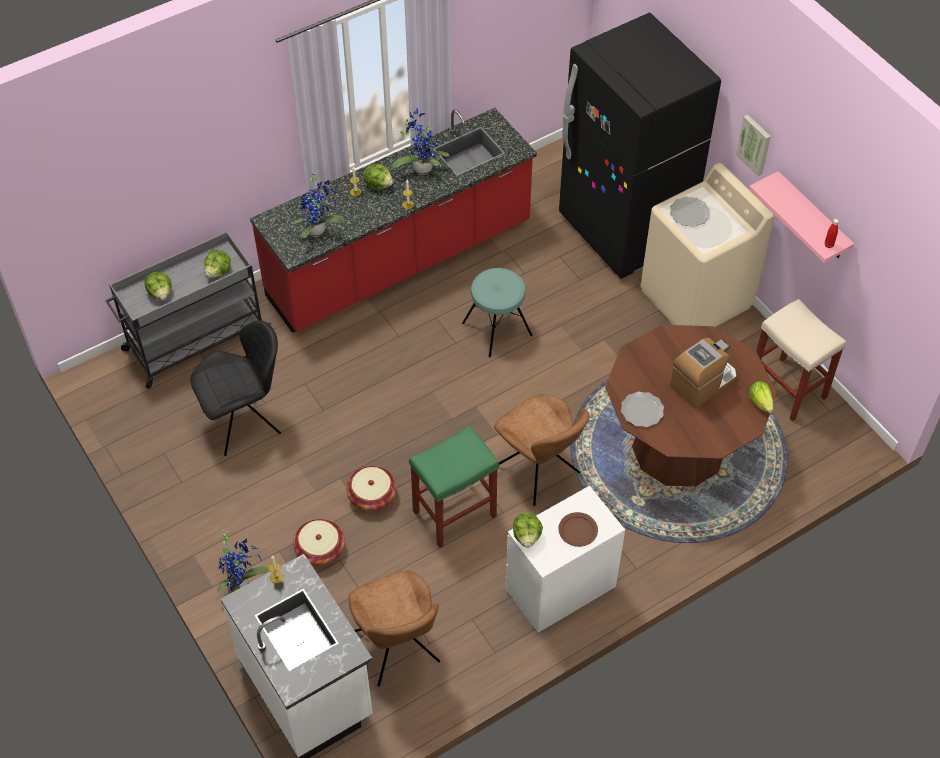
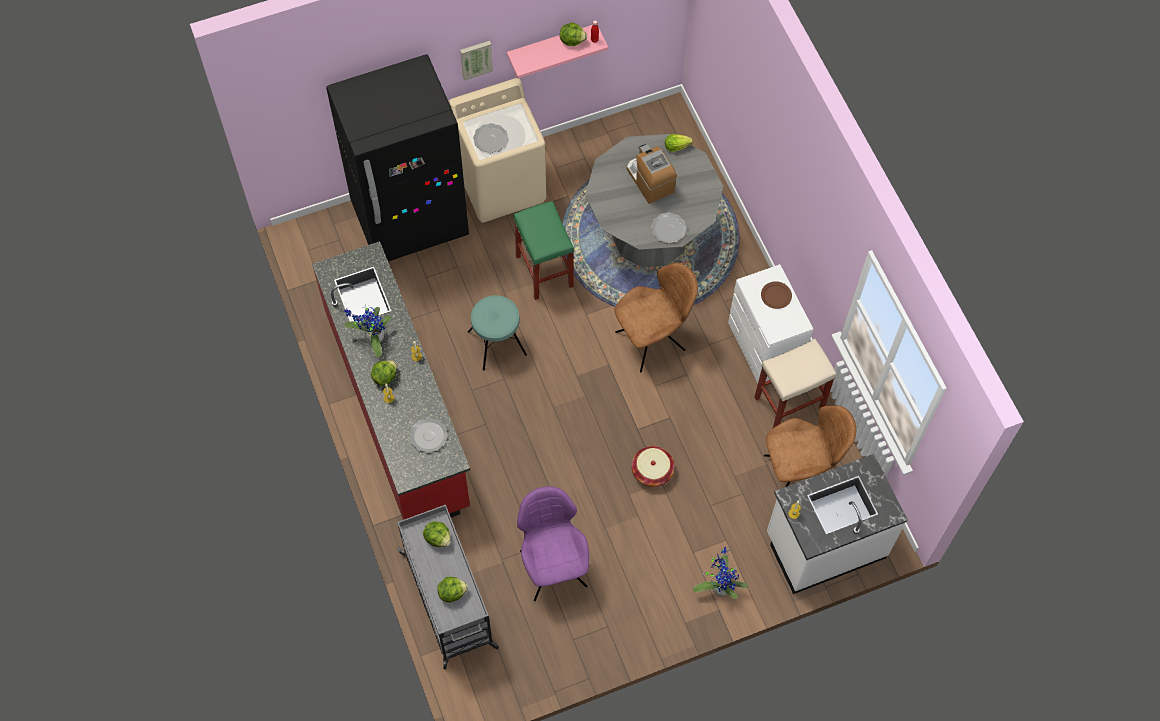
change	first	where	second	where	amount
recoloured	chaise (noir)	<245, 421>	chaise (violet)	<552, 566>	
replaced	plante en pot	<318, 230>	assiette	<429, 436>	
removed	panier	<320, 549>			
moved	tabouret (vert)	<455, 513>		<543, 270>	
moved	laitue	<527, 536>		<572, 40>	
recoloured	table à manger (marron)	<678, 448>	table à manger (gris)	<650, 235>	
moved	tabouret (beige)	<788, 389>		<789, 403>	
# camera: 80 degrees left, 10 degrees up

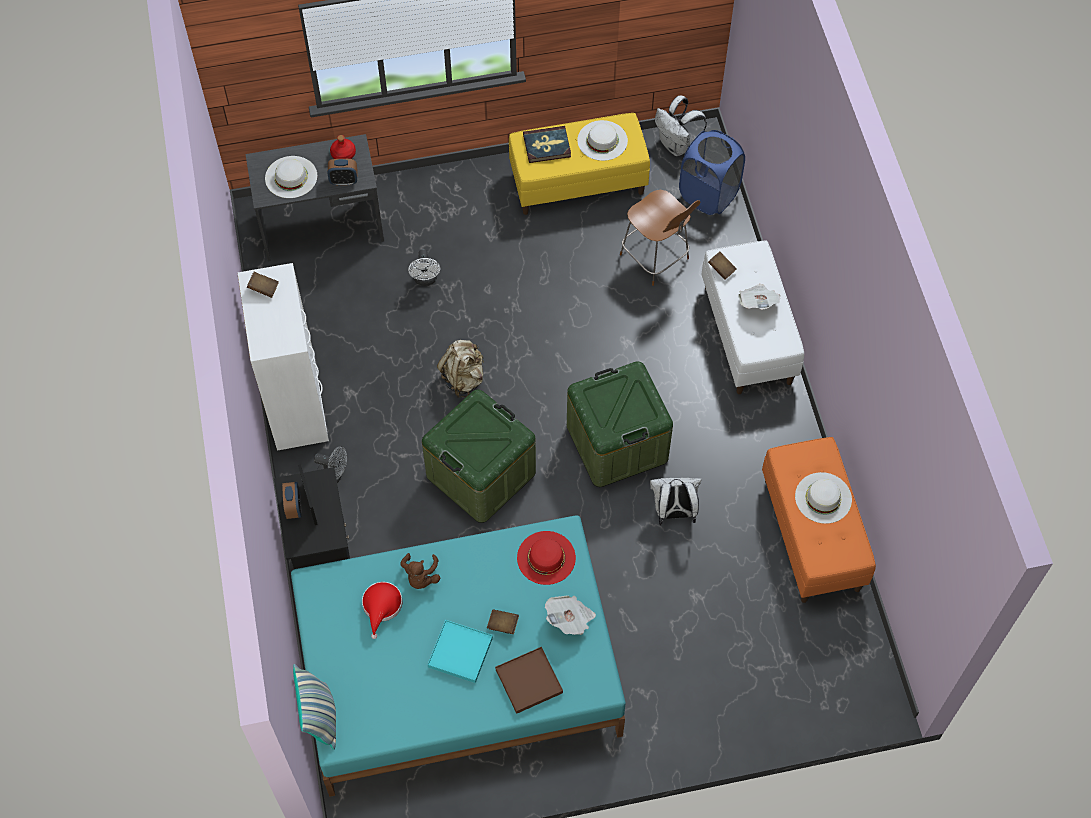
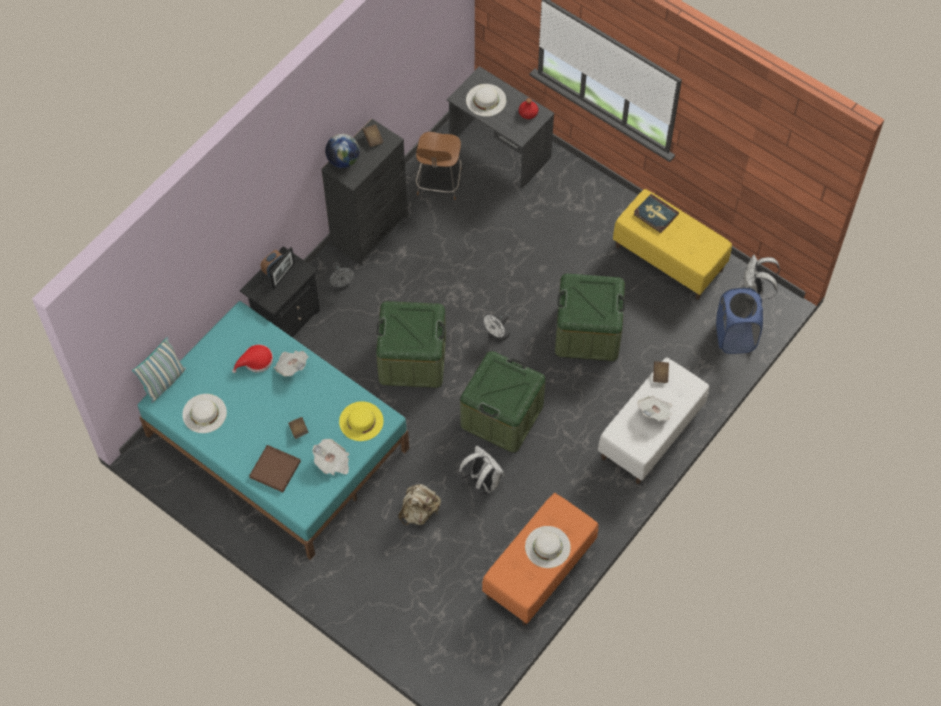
change	first	where	second	where	amount
recoloured	commode (blanc)	<296, 403>	commode (noir)	<370, 230>	
removed	réveil	<344, 181>			
replaced	peluche (marron)	<421, 577>	journal	<291, 366>	
moved	ventilateur (blanc)	<425, 280>		<498, 335>	
removed	plateau (turquoise)	<460, 652>			
moved	sac à dos (beige)	<463, 378>		<419, 512>	
recoloured	chapeau (rouge)	<546, 557>	chapeau (jaune)	<361, 421>	
moved	chapeau (blanc)	<602, 140>		<204, 413>	
moved	chaise (marron)	<656, 258>		<438, 183>	
added			globe	<343, 160>	
added			boîte de rangement (vert)	<587, 332>	
# camera: 50 degrees right, 0 degrees up

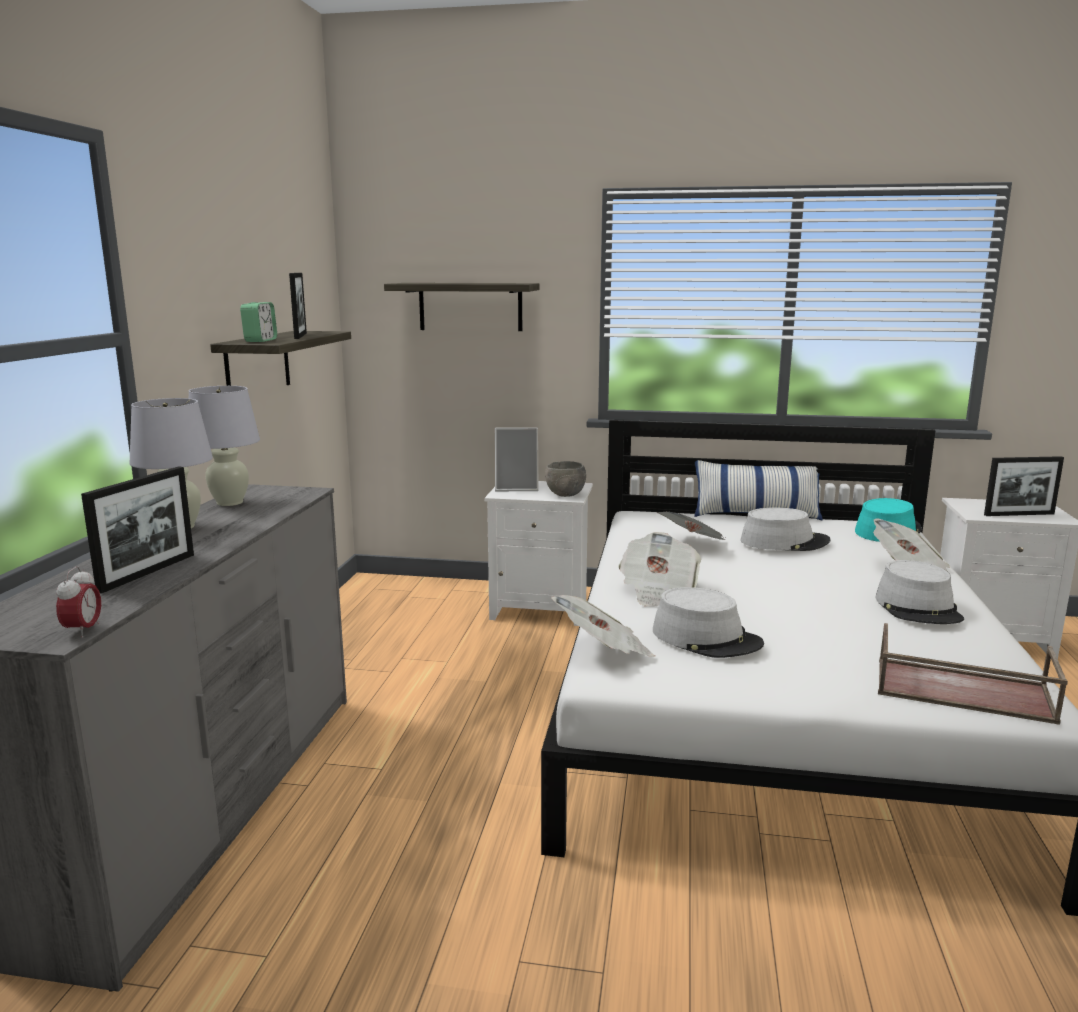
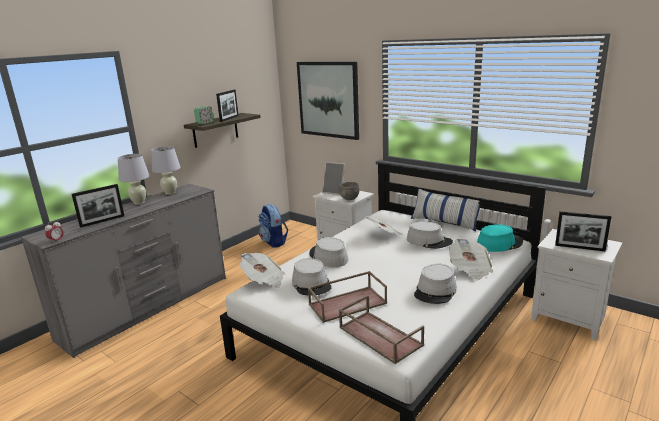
change	first	where	second	where	amount
replaced	étagère	<470, 306>	tableau	<328, 99>	
replaced	journal	<658, 591>	chapeau (gris)	<328, 257>	
added			sac à dos	<274, 242>	
added			plateau (marron)	<348, 303>	
# camera: 30 degrees right, 5 degrees up

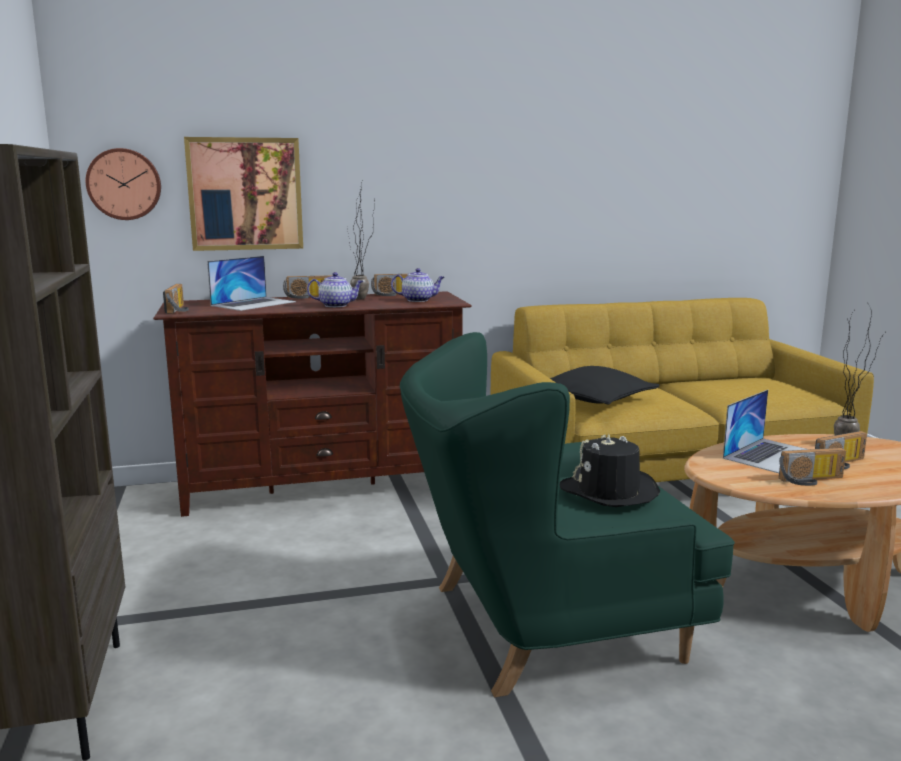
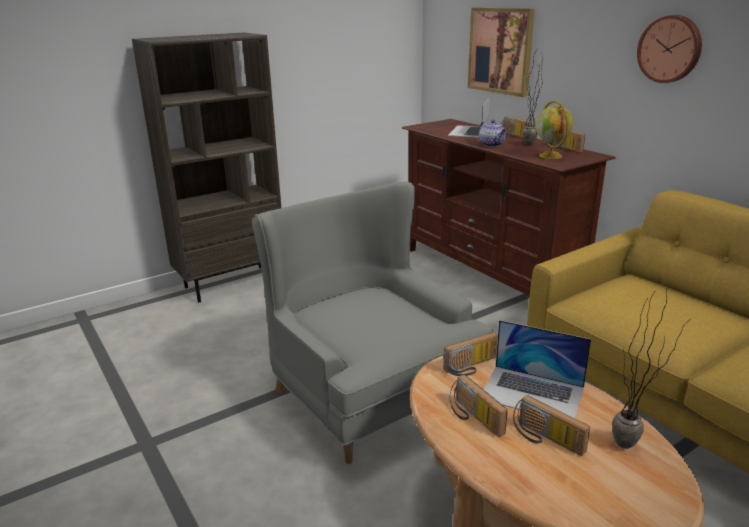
change	first	where	second	where	amount
moved	horloge murale	<124, 184>		<670, 49>	
moved	radio	<179, 310>		<471, 367>	
turned	ordinateur portable	<254, 303>		<468, 131>	90 degrees clockwise
replaced	théière	<418, 300>	globe	<551, 156>	
recoloured	fauteuil (vert)	<546, 623>	fauteuil (gris)	<366, 394>	
removed	coussin (noir)	<594, 399>			
removed	chapeau (noir)	<609, 491>			
# camera: 70 degrees right, 10 degrees up

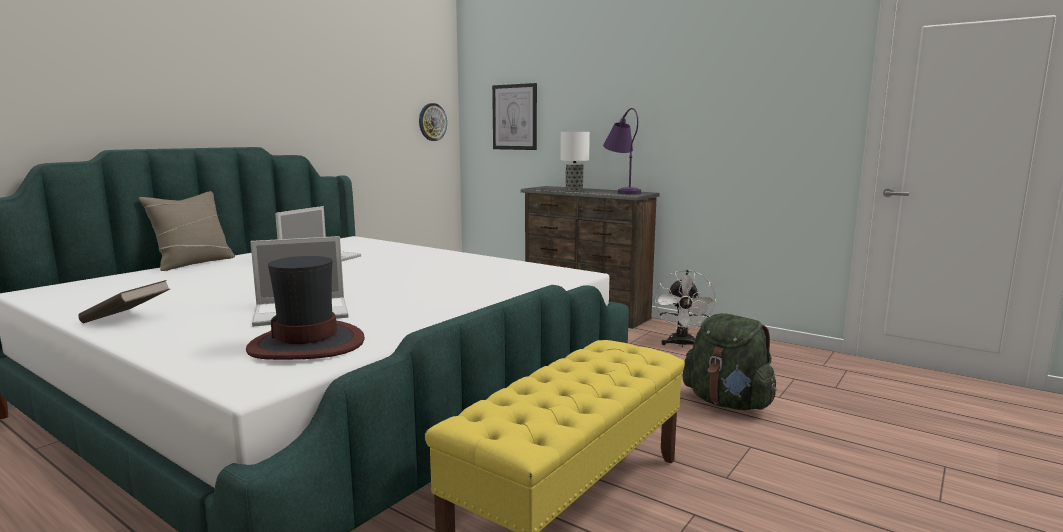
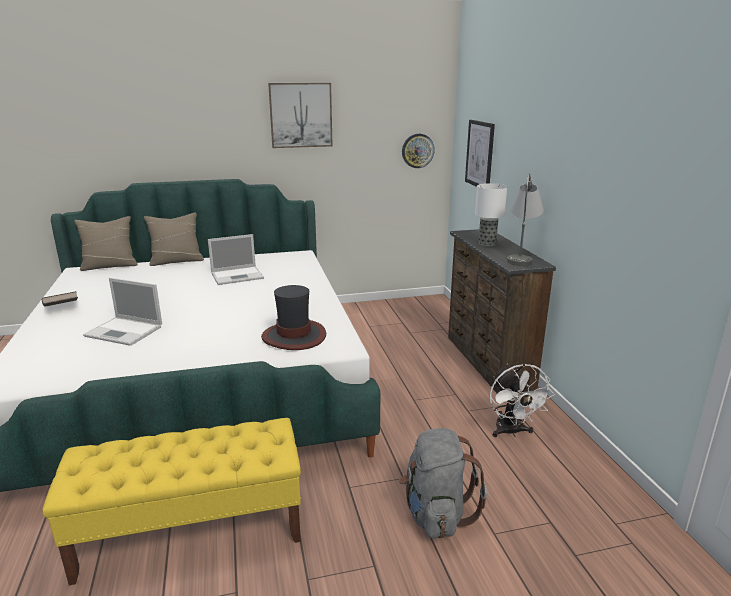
change	first	where	second	where	amount
moved	chapeau	<307, 344>		<294, 336>	
recoloured	lampe de table (violet)	<622, 191>	lampe de table (gris)	<521, 257>	
turned	ventilateur (blanc)	<681, 344>		<511, 432>	60 degrees counterclockwise
recoloured	sac à dos (vert)	<728, 403>	sac à dos (gris)	<436, 514>	
added			coussin (beige)	<110, 266>	
added			tableau	<301, 115>	
# camera: 40 degrees right, 10 degrees up

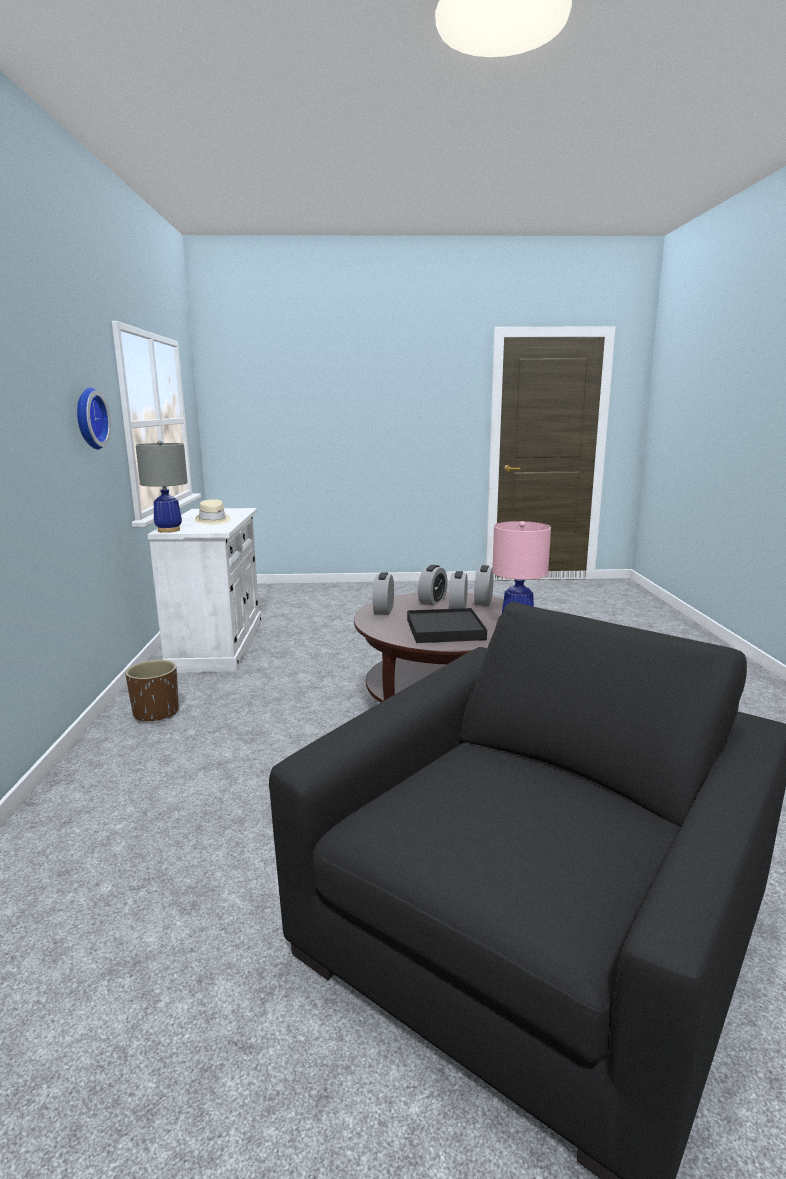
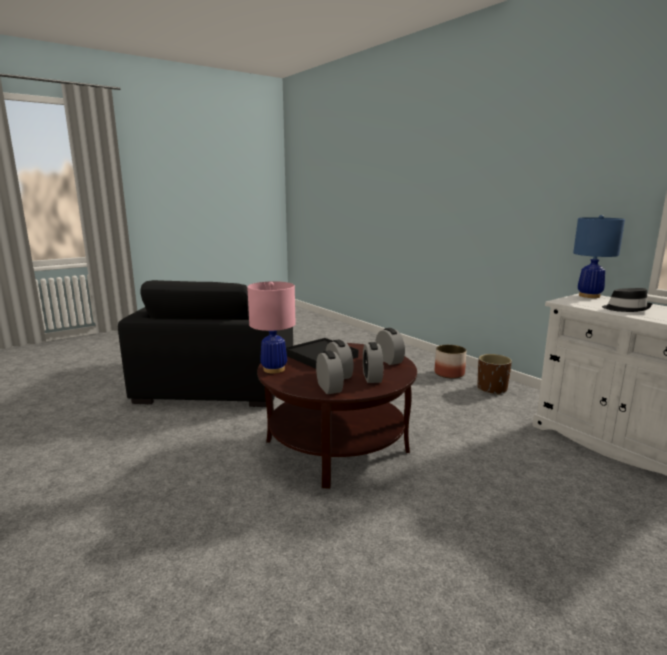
change	first	where	second	where	amount
removed	horloge murale	<88, 418>			
recoloured	lampe de table (gris)	<168, 530>	lampe de table (bleu)	<589, 296>	
recoloured	chapeau (beige)	<212, 521>	chapeau (noir)	<626, 309>	
added			cache-pot	<449, 374>	
# camera: 145 degrees right, 0 degrees up

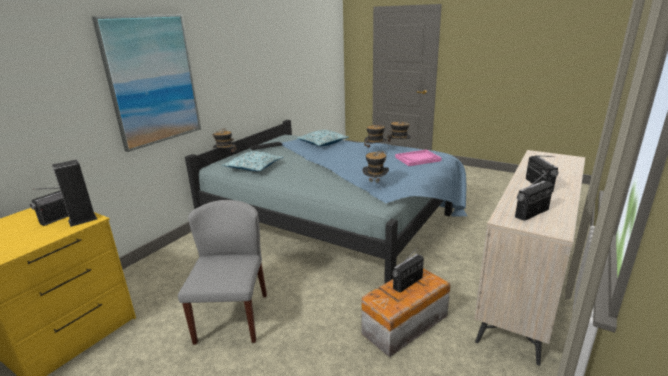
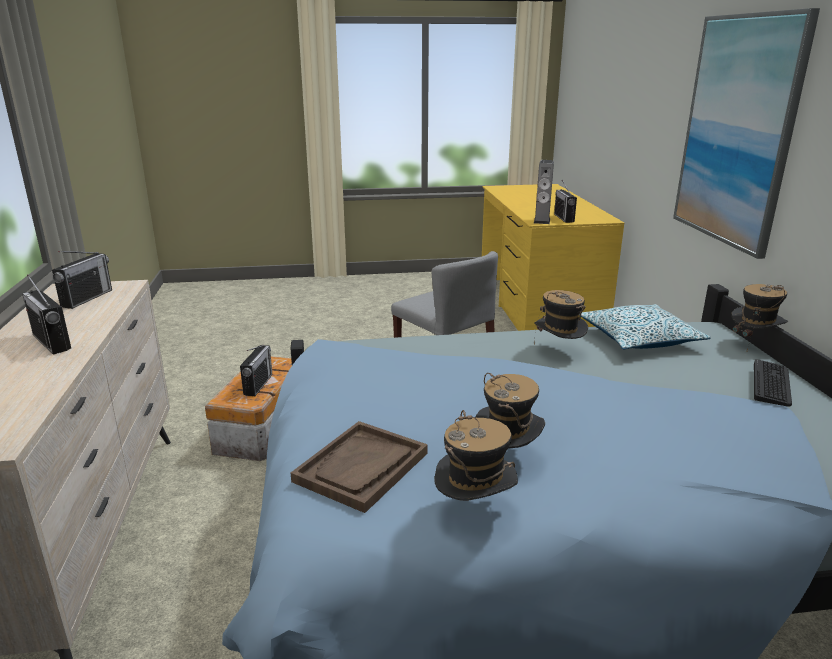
change	first	where	second	where	amount
removed	coussin	<322, 143>			
moved	chapeau	<375, 185>		<558, 352>	
recoloured	plateau (rose)	<417, 159>	plateau (marron)	<361, 467>	
# camera: 140 degrees right, 0 degrees up

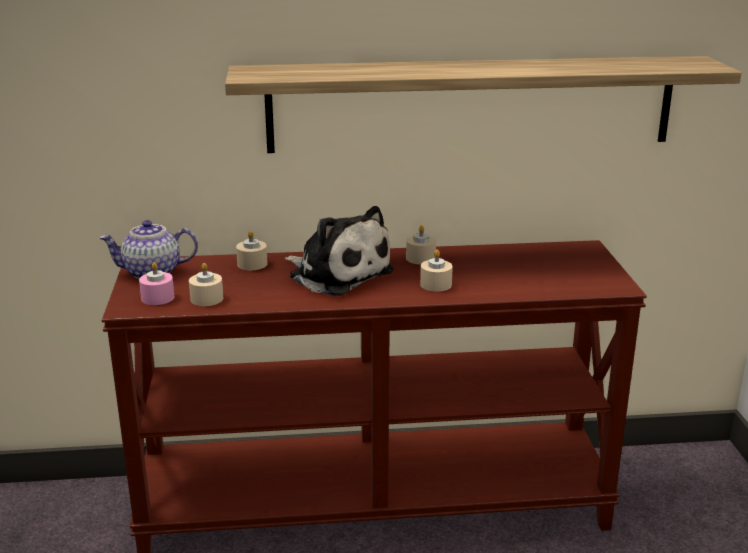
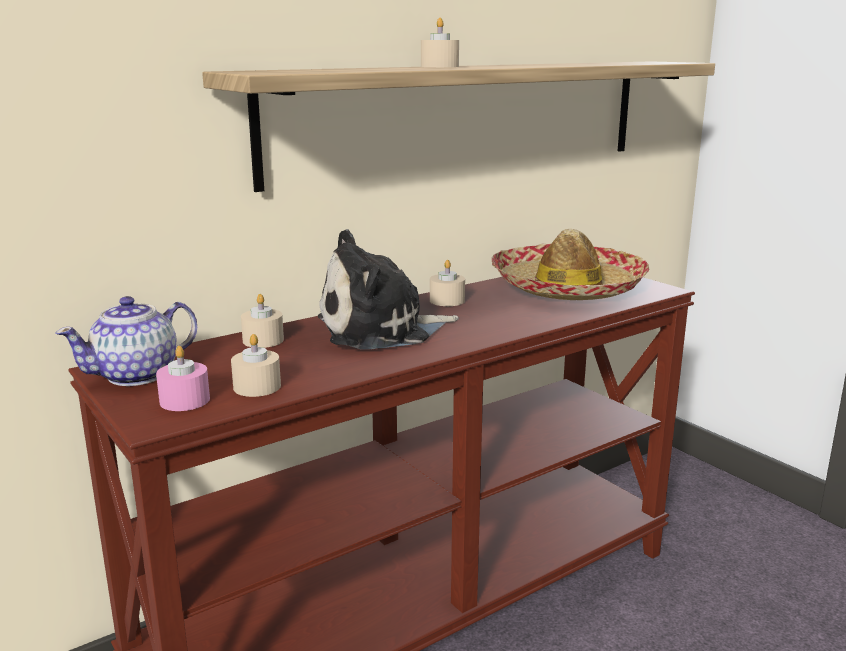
change	first	where	second	where	amount
turned	peluche	<337, 274>		<381, 330>	150 degrees clockwise
moved	bougie (beige)	<436, 284>		<439, 66>	
added			chapeau	<566, 288>	
# camera: 30 degrees left, 5 degrees down

